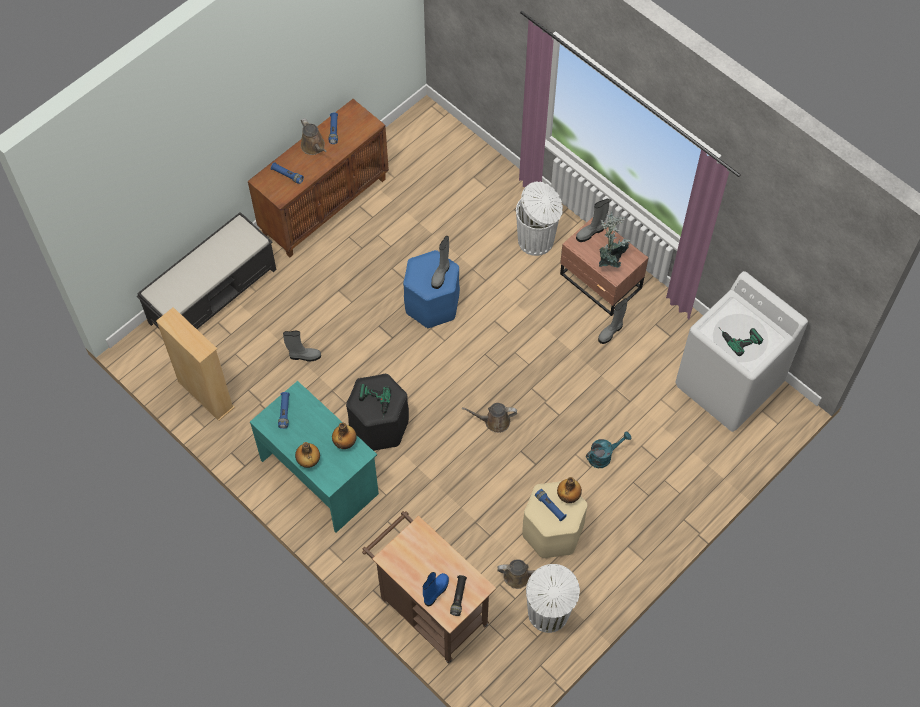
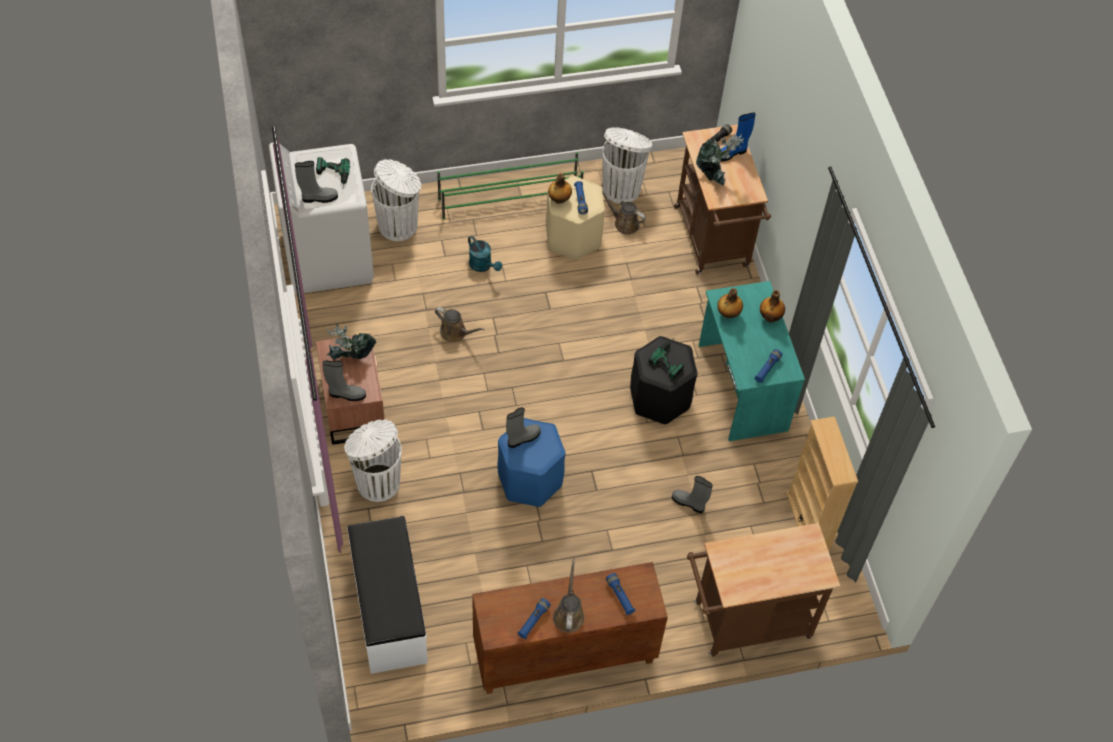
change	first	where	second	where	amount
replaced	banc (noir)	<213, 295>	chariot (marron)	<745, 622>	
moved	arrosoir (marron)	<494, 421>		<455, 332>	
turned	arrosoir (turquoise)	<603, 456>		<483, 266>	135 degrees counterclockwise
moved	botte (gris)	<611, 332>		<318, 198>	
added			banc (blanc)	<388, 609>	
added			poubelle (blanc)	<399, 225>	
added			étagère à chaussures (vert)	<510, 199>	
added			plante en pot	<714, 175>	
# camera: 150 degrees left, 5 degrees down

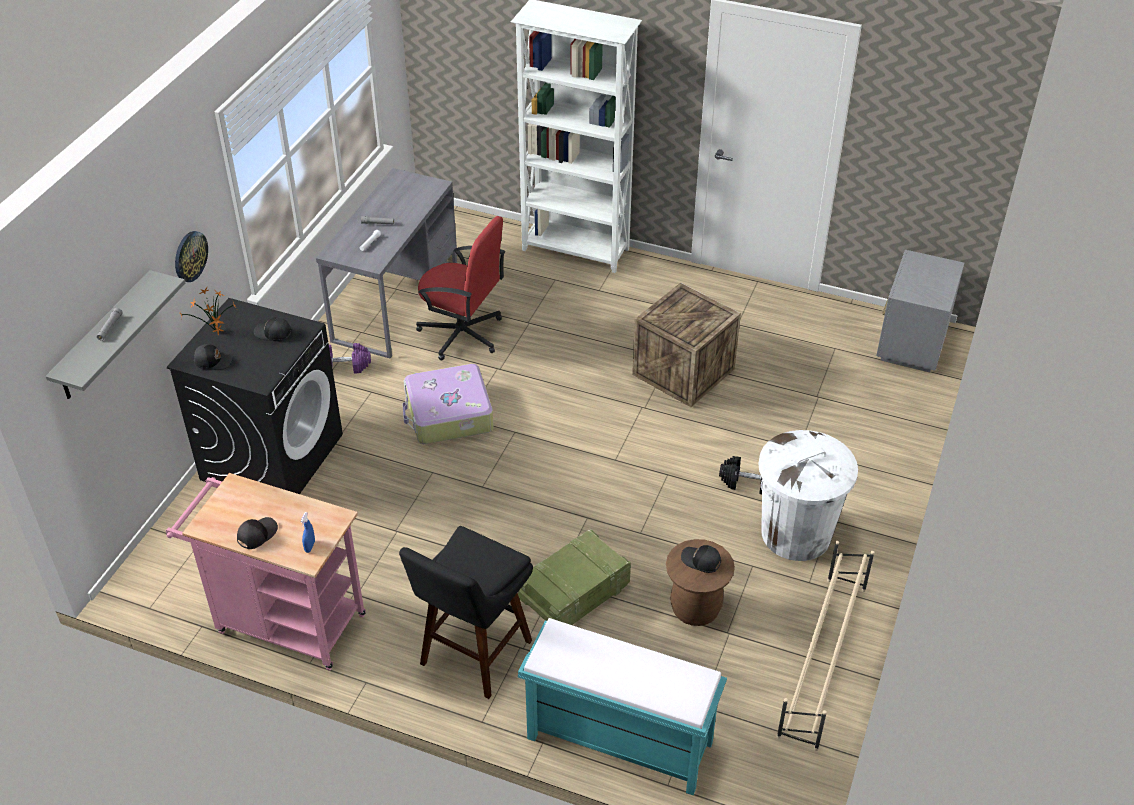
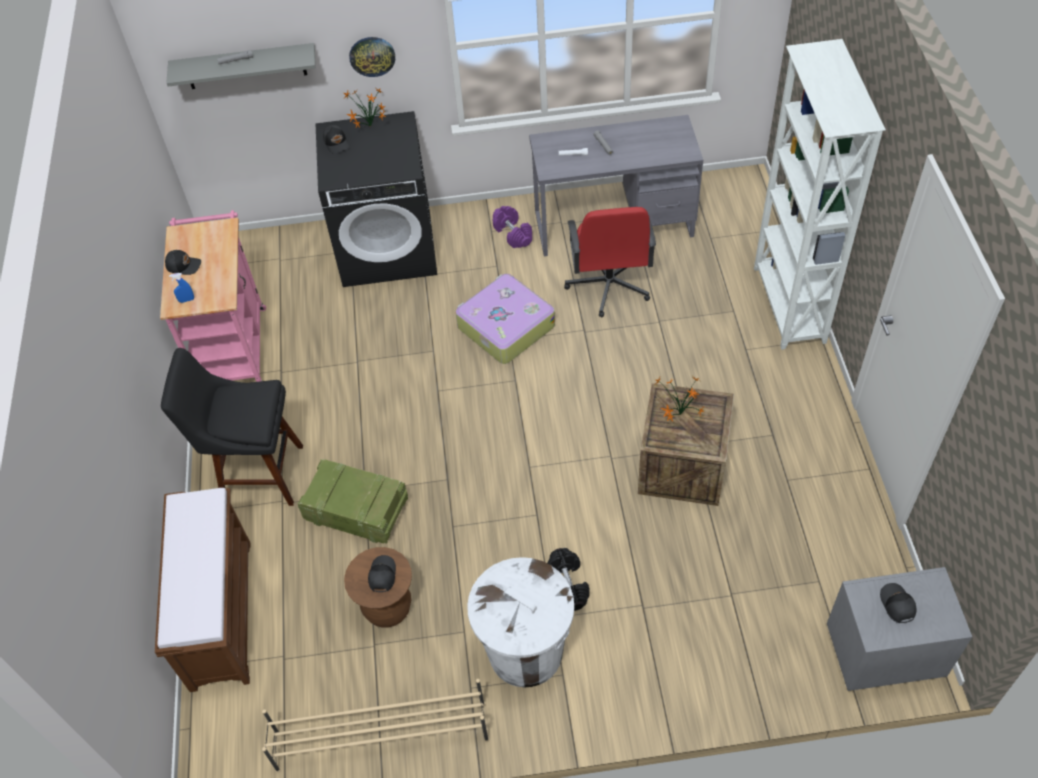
change	first	where	second	where	amount
moved	casquette (noir)	<273, 333>		<896, 605>	
recoloured	banc (turquoise)	<617, 741>	banc (marron)	<220, 612>	
added			plante en pot	<678, 415>	
# camera: 65 degrees right, 10 degrees up

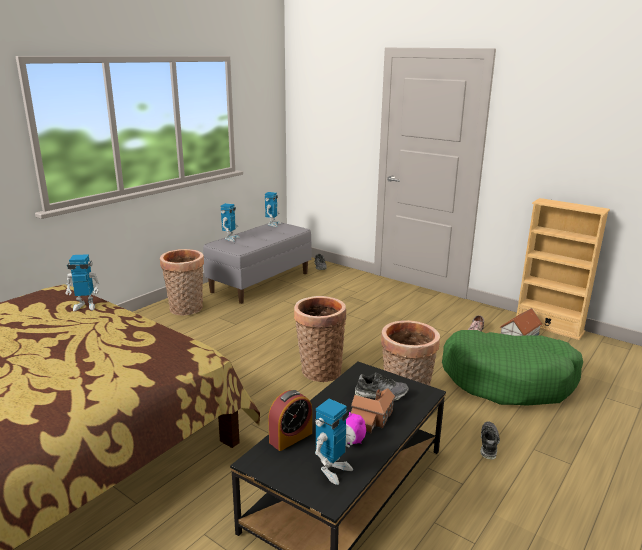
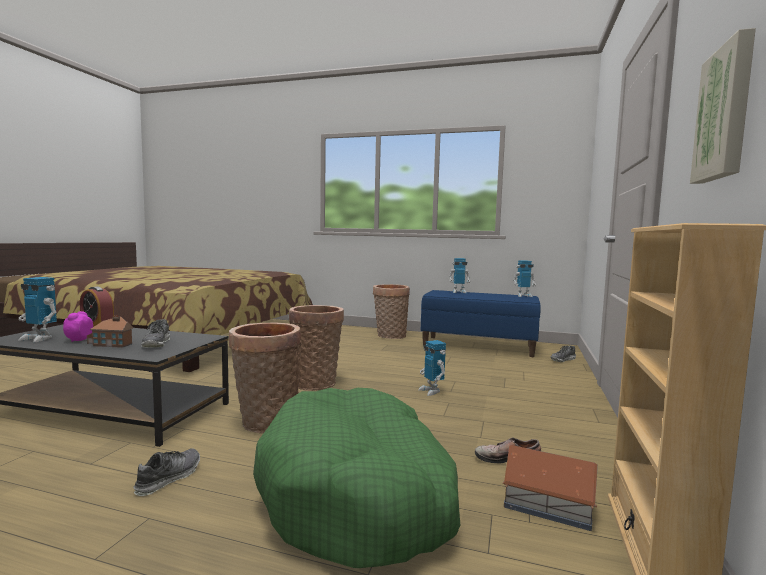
change	first	where	second	where	amount
moved	robot jouet	<85, 306>		<431, 391>	
recoloured	banc (gris)	<260, 282>	banc (bleu)	<479, 346>	
turned	chaussure	<488, 444>		<169, 478>	60 degrees counterclockwise
added			tableau	<726, 114>	
# camera: 70 degrees right, 15 degrees down

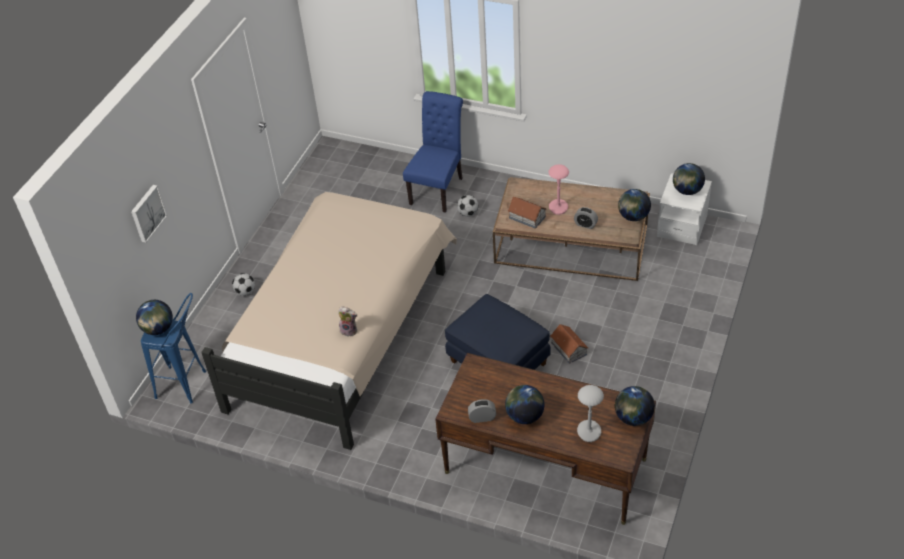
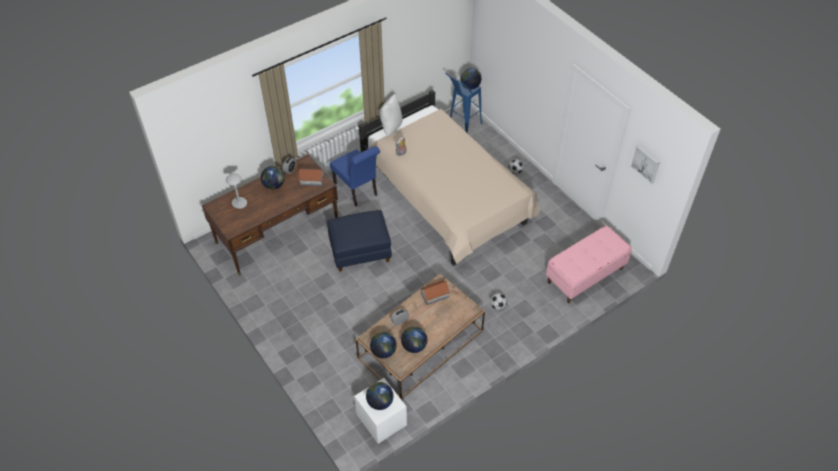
change	first	where	second	where	amount
moved	tableau	<147, 213>		<646, 163>	
moved	chaise (bleu)	<438, 188>		<357, 191>	
removed	lampe de table (rose)	<558, 207>			
moved	maison miniature	<569, 349>		<311, 180>	
moved	globe	<633, 418>		<414, 346>	
added			coussin (blanc)	<391, 127>	
added			banc (rose)	<585, 275>	
# camera: 120 degrees right, 5 degrees up

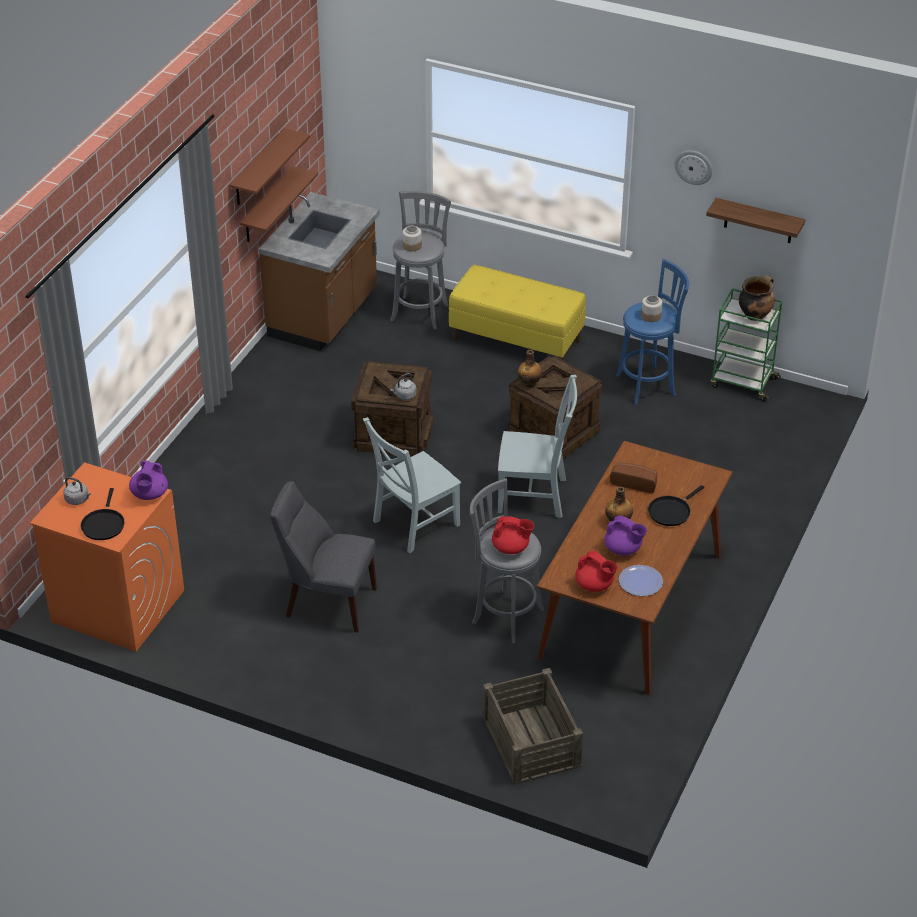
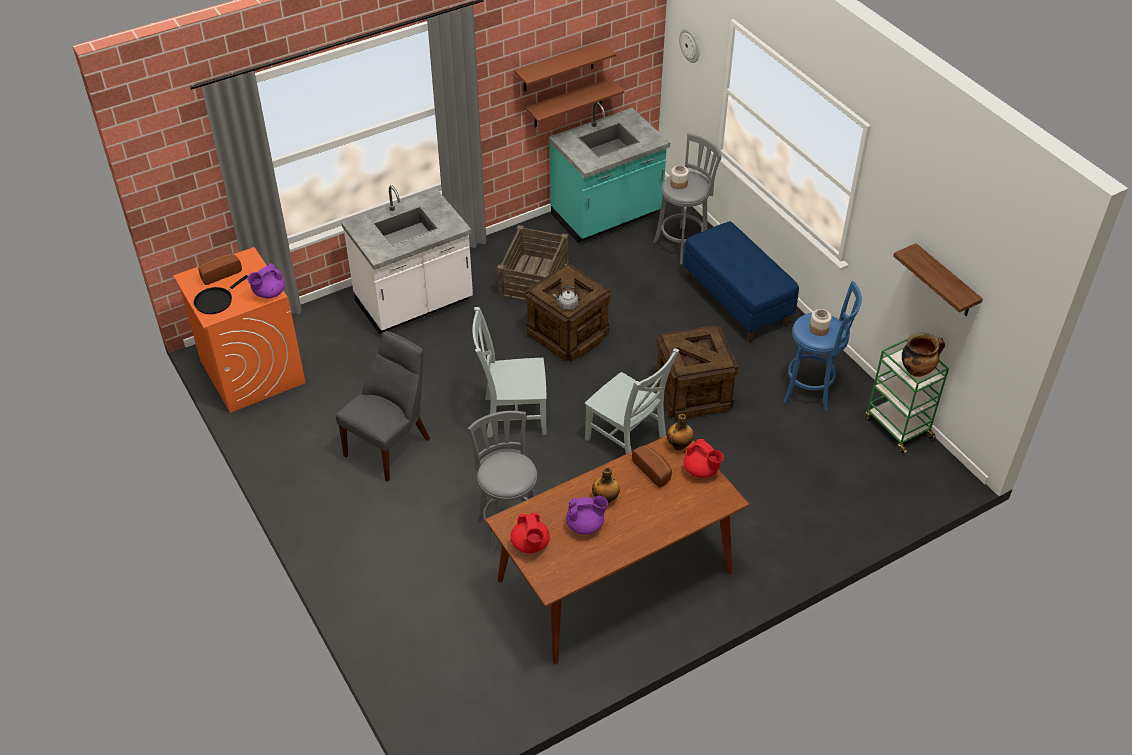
change	first	where	second	where	amount
replaced	bouilloire (gris)	<78, 500>	pain	<220, 273>	
recoloured	comptoir de cuisine (marron)	<324, 316>	comptoir de cuisine (turquoise)	<607, 216>	
turned	chaise (gris)	<326, 602>		<390, 445>	75 degrees clockwise
recoloured	banc (jaune)	<517, 340>	banc (bleu)	<737, 301>	
moved	caisse	<530, 742>		<533, 279>	
moved	théière (rouge)	<511, 548>		<701, 470>	
moved	bouteille	<529, 383>		<679, 445>	
turned	théière (violet)	<623, 549>		<585, 525>	75 degrees counterclockwise
removed	assiette	<640, 581>			
removed	poêle (noir)	<671, 511>			
moved	horloge murale	<694, 167>		<690, 45>	
added			comptoir de cuisine (blanc)	<414, 303>	
# camera: 35 degrees right, 5 degrees up

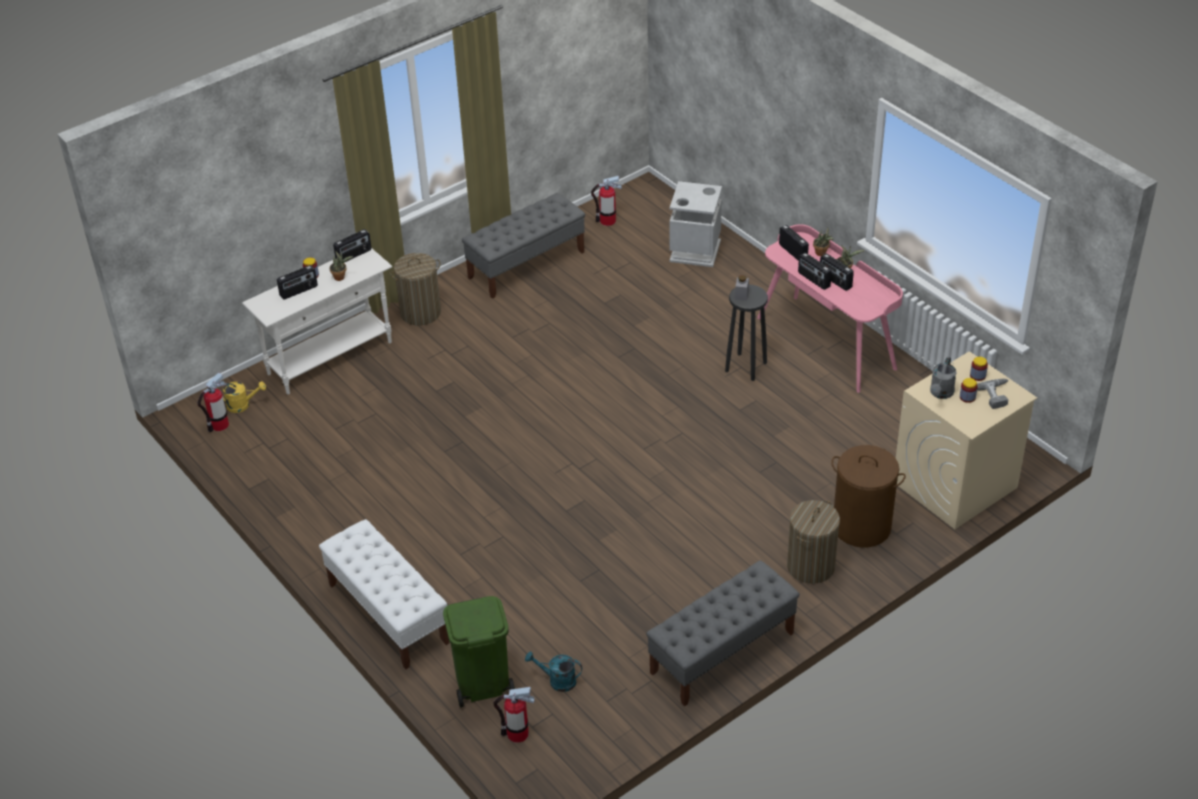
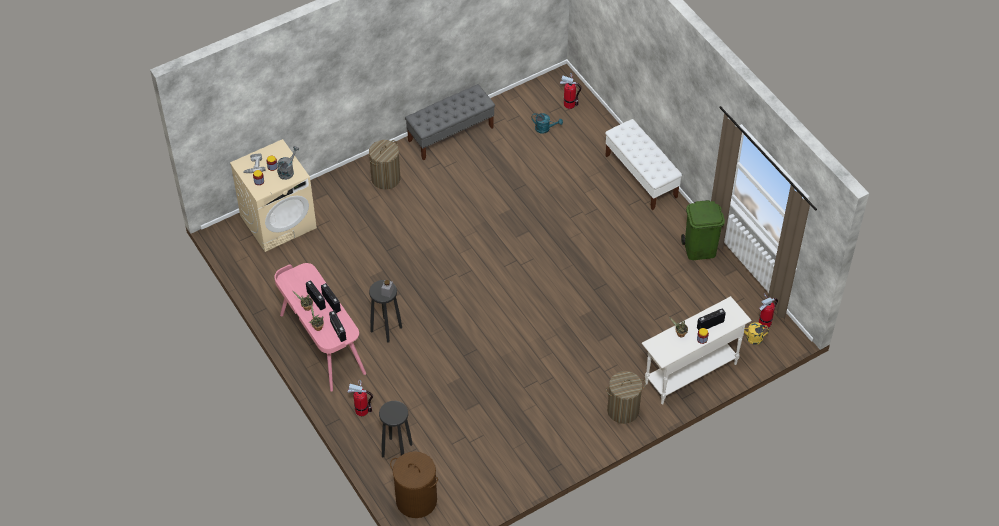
change	first	where	second	where	amount
removed	radio	<354, 255>			
moved	poubelle (vert)	<482, 684>		<700, 249>	
removed	banc (gris)	<526, 265>			
moved	extincteur	<607, 221>		<362, 410>	
replaced	poubelle (gris)	<695, 251>	tabouret (noir)	<396, 450>	
moved	panier à linge (marron)	<862, 526>		<416, 500>	
# camera: 175 degrees left, 10 degrees up

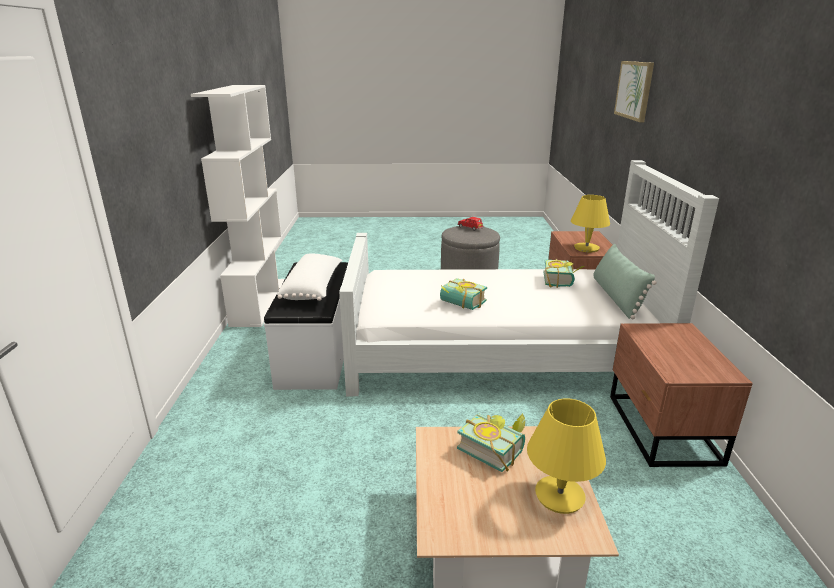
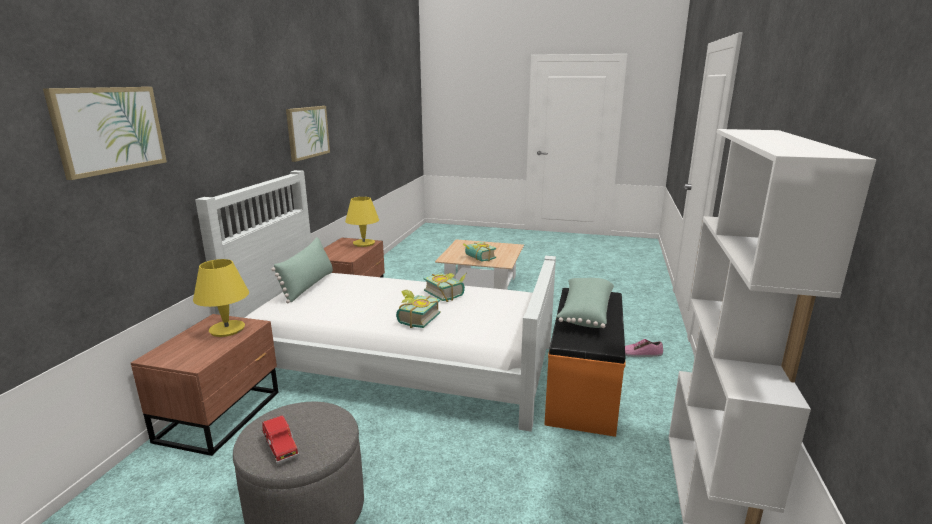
change	first	where	second	where	amount
recoloured	banc (blanc)	<317, 352>	banc (orange)	<581, 387>	
recoloured	coussin (blanc)	<314, 288>	coussin (vert)	<584, 313>	
moved	lampe de table (jaune)	<559, 496>		<364, 243>	
moved	livre	<561, 281>		<415, 319>	
added			tableau	<307, 132>	
added			chaussure	<639, 353>	
# camera: 165 degrees left, 5 degrees down

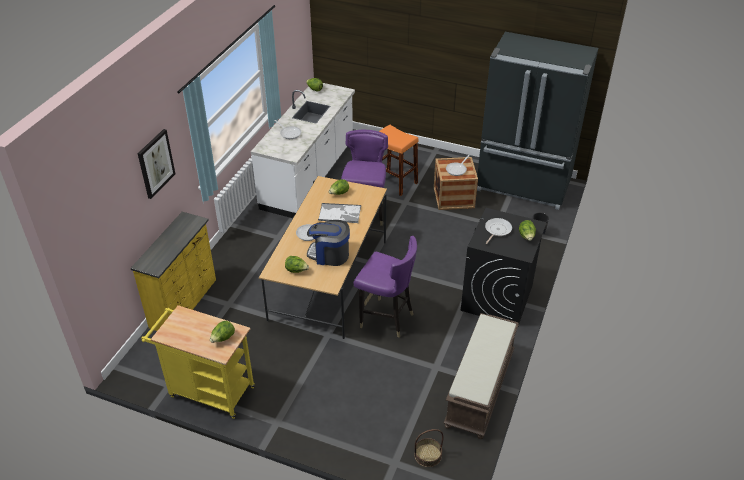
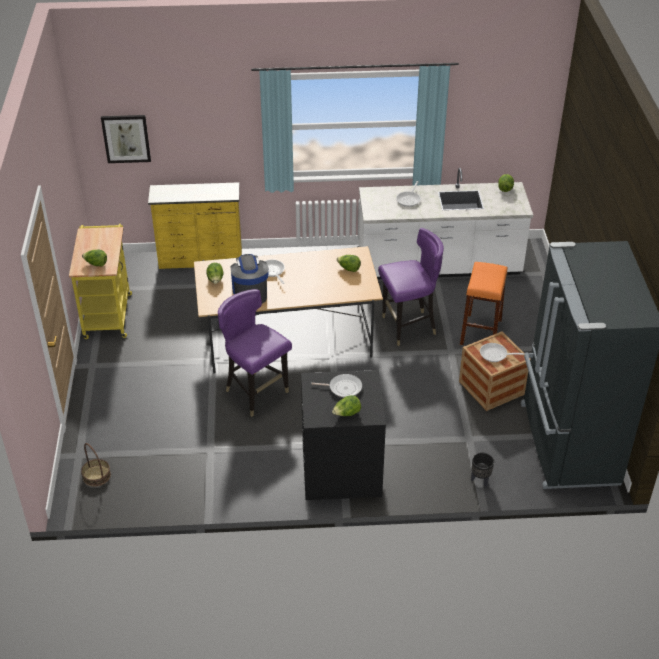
change	first	where	second	where	amount
moved	tableau	<155, 163>		<126, 138>	
removed	plateau	<340, 213>			
turned	chaise (violet)	<386, 319>		<256, 393>	135 degrees clockwise
removed	banc (marron)	<480, 390>			
# camera: 65 degrees right, 0 degrees up

